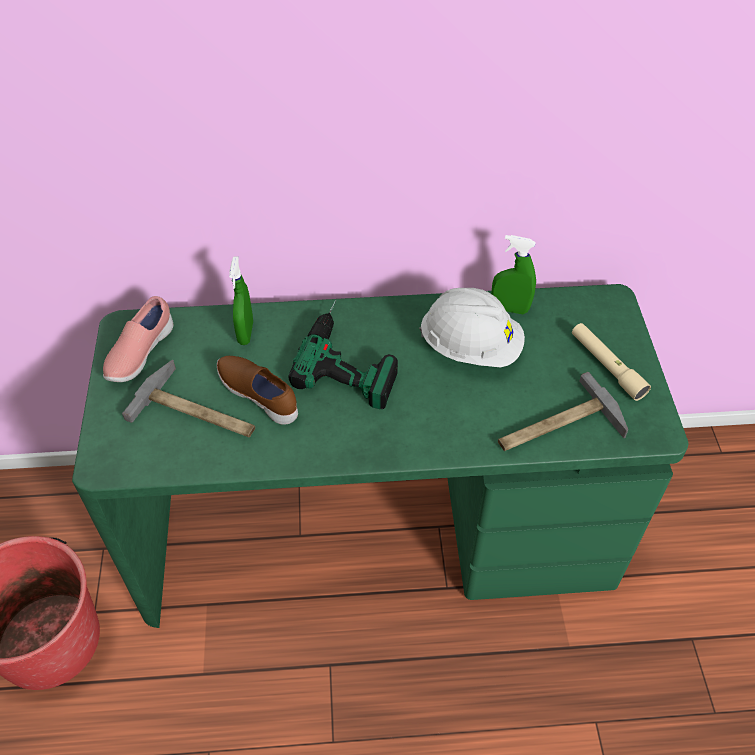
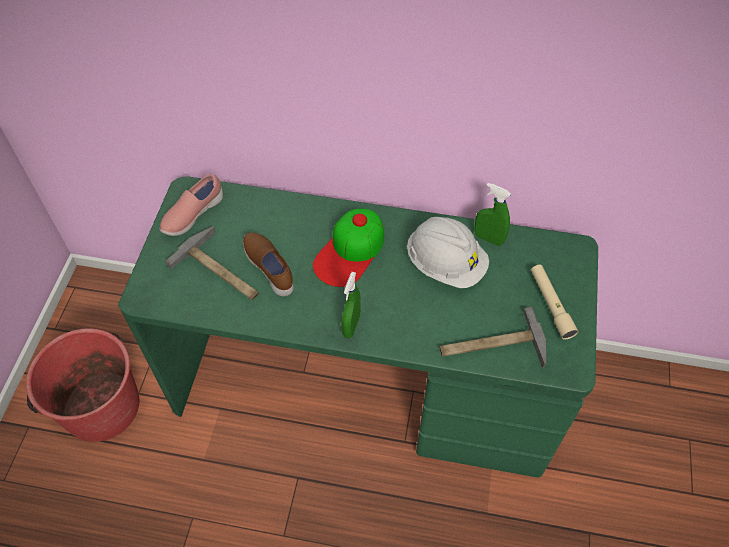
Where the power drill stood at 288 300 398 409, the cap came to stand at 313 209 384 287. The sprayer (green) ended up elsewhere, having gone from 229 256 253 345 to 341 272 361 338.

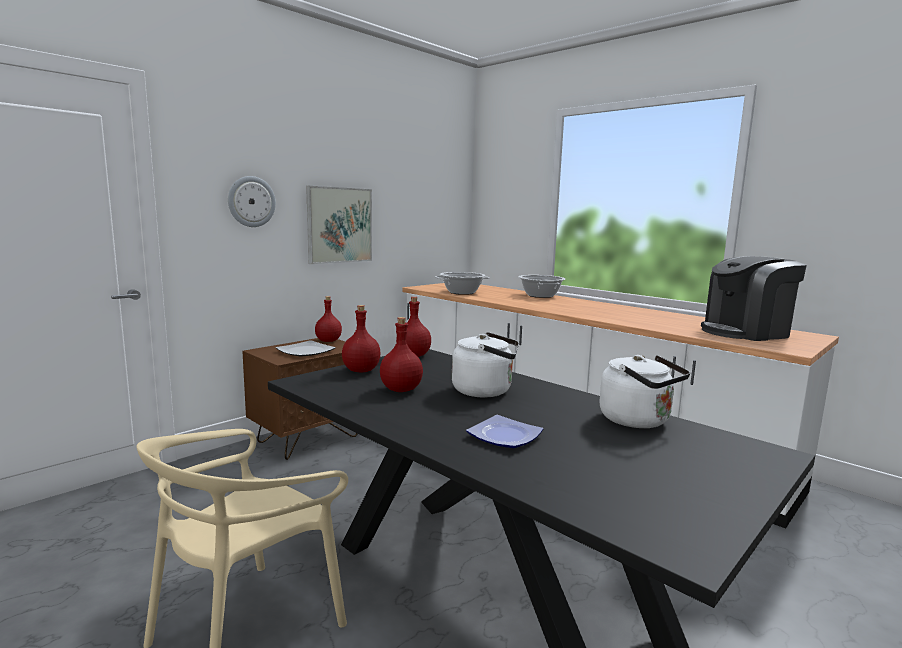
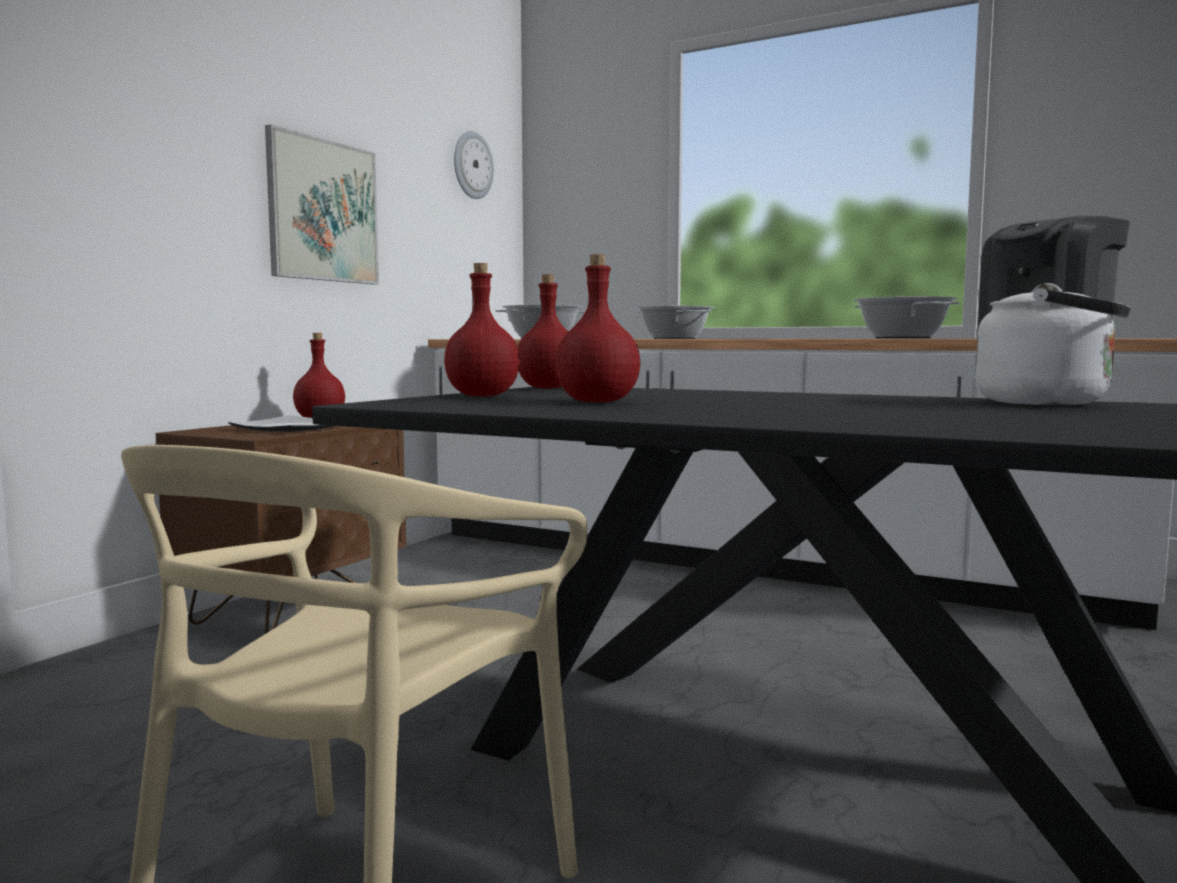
The hanging clock ended up elsewhere, having gone from 228 176 276 227 to 454 131 494 199. The second view gained the cooking pot at 853 296 960 338. The second view lost the kettle (white) at 452 332 519 398. The second view lost the plate at 466 415 544 448.

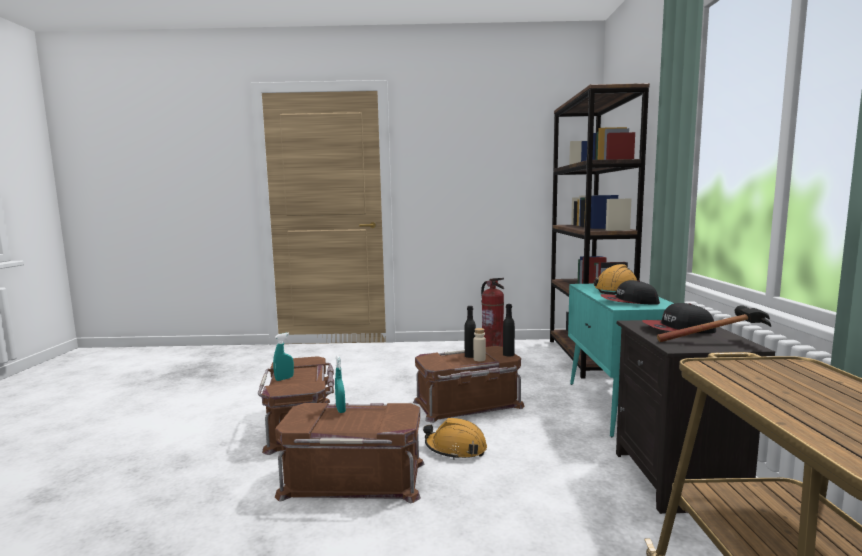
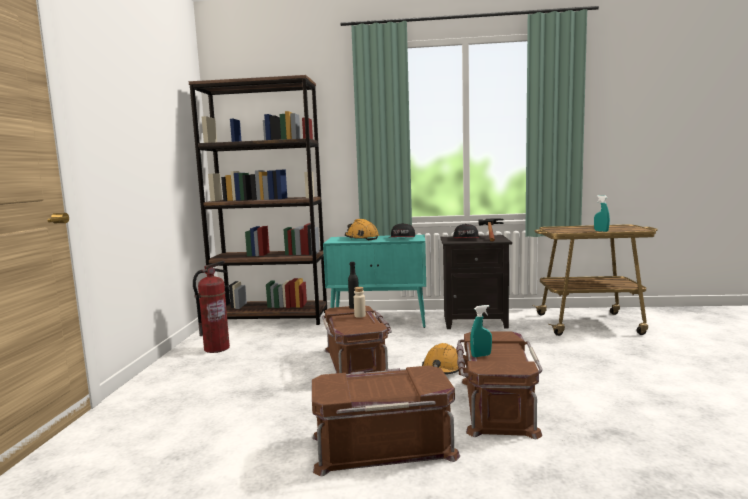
The sprayer (turquoise-coloured) ended up elsewhere, having gone from 273 332 294 381 to 594 195 610 232. The second view lost the bottle (black) at 464 306 476 358.

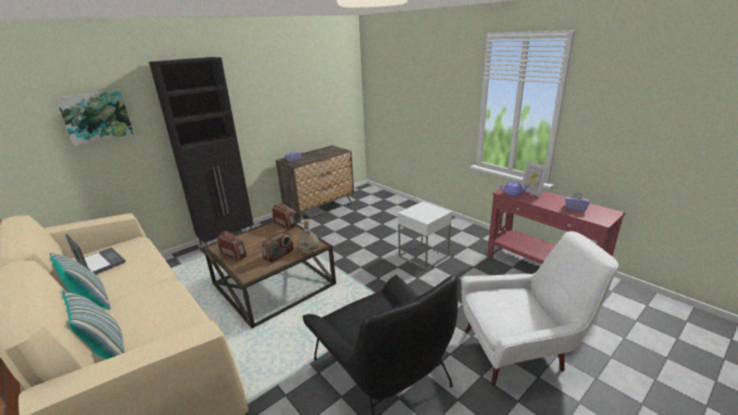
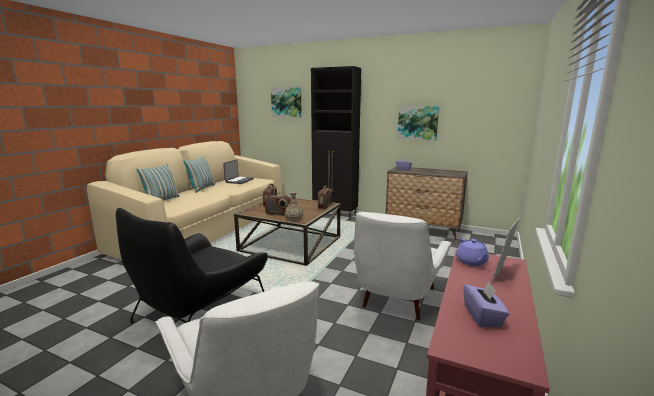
Where the side table (white) stood at 398 201 452 270, the armchair (white) came to stand at 354 212 452 320. The second view gained the picture at 398 106 439 141.

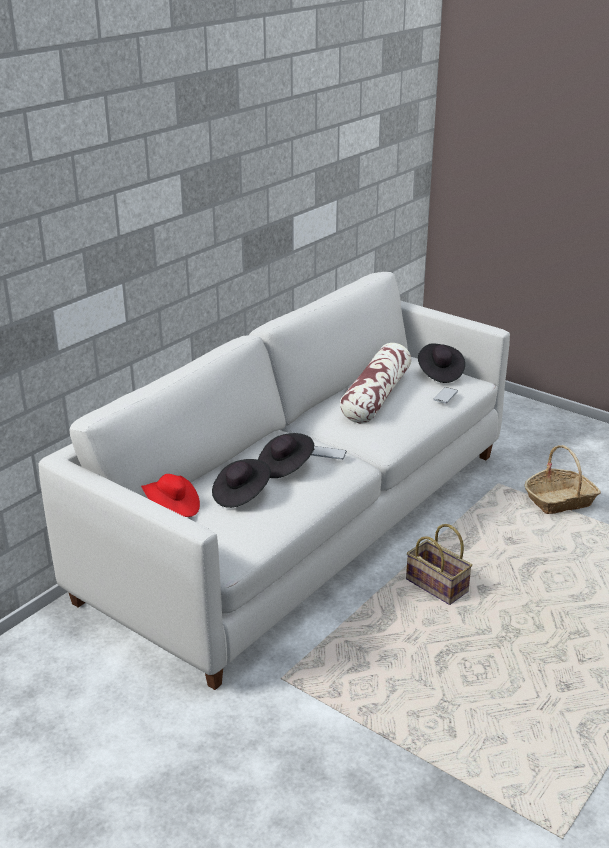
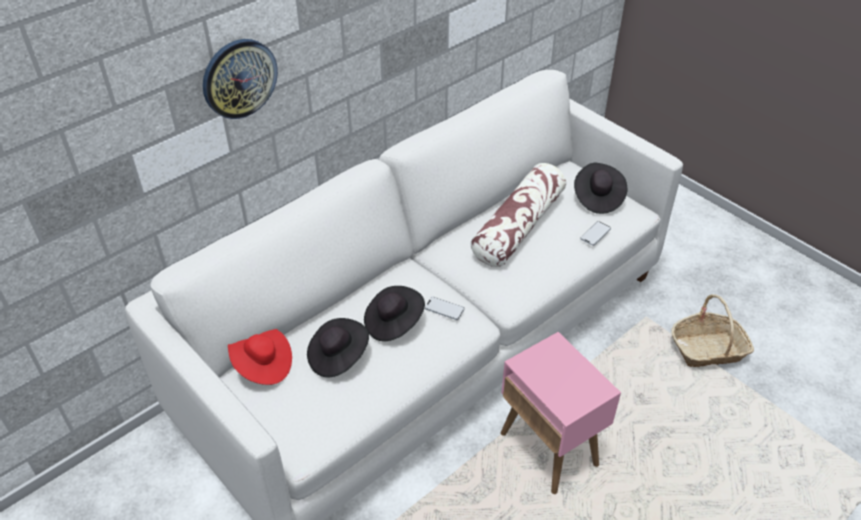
The second view gained the hanging clock at 203 39 278 119. Where the storage basket stood at 406 524 472 605, the side table (pinkish) came to stand at 500 332 621 494.

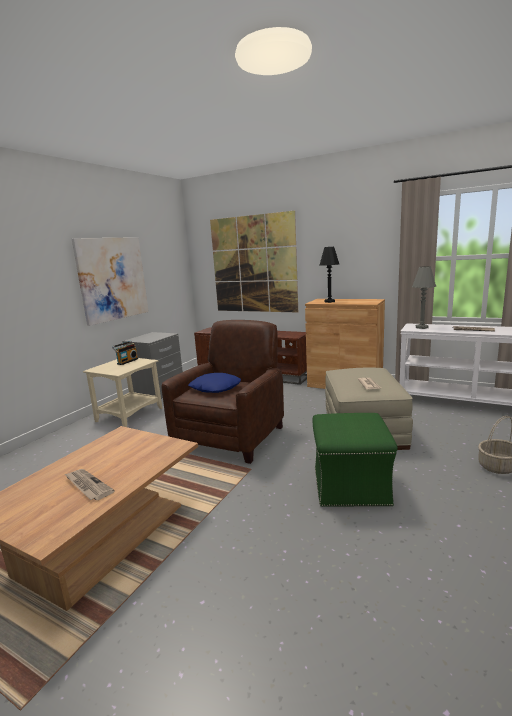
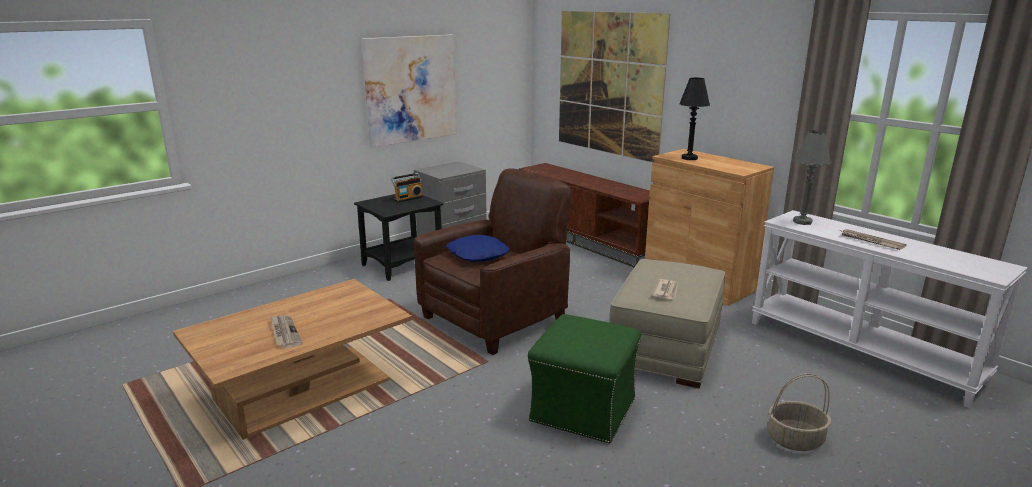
What was the side table (sand-coloured) at 83 358 162 427 turned into the side table (black) at 354 194 444 281.

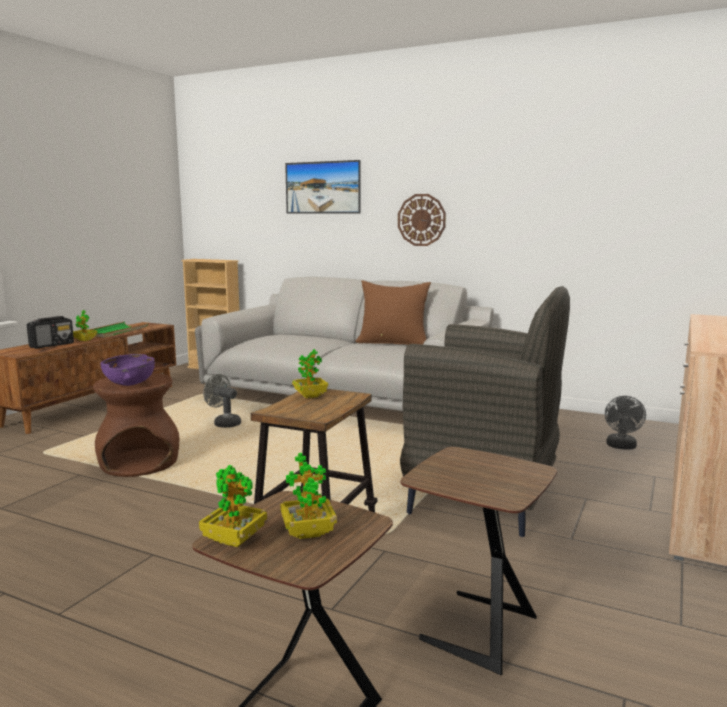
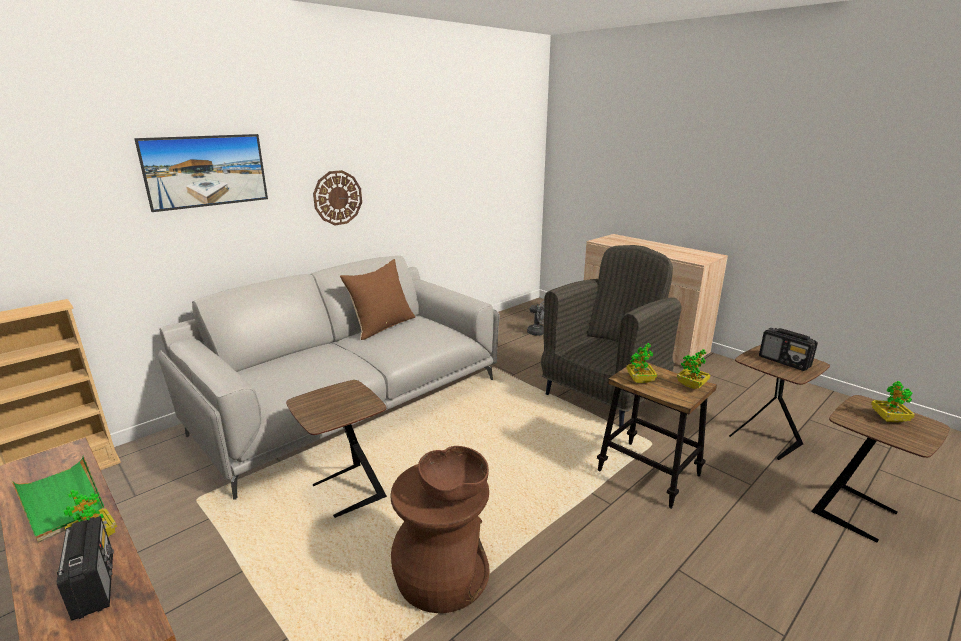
Where the electric fan (greyish) stood at 203 374 241 428, the side table (brown-coloured) came to stand at 286 380 387 518. What was the deep dish (purplish) at 100 354 155 386 turned into the deep dish (brown-coloured) at 418 446 489 502. The houseplant ended up elsewhere, having gone from 199 465 267 547 to 677 349 710 389. The second view gained the radio at 759 328 818 371.

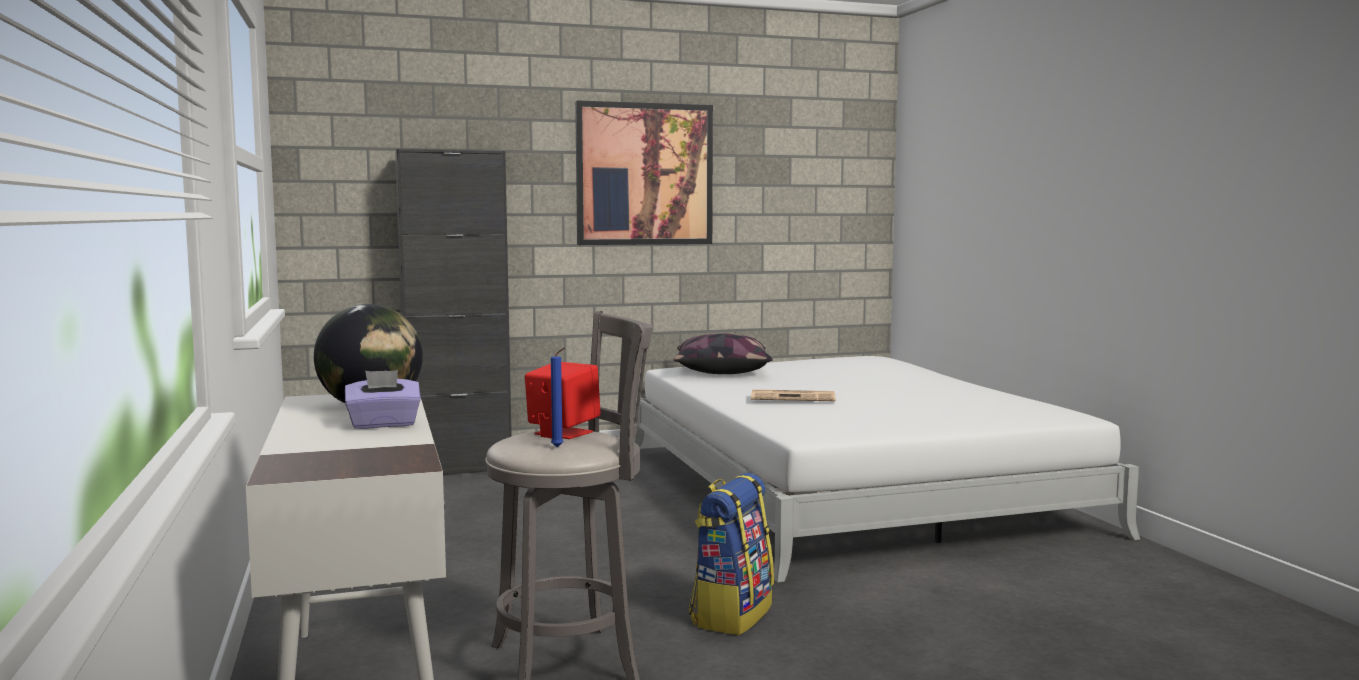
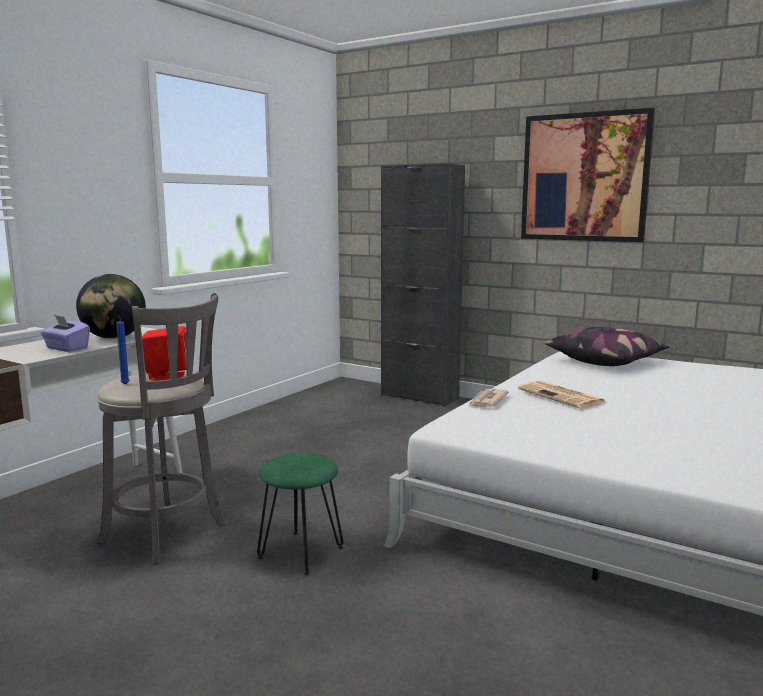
Where the rucksack stood at 689 473 774 635, the stool (green) came to stand at 257 453 344 575. The second view gained the printed paper at 468 389 509 408.

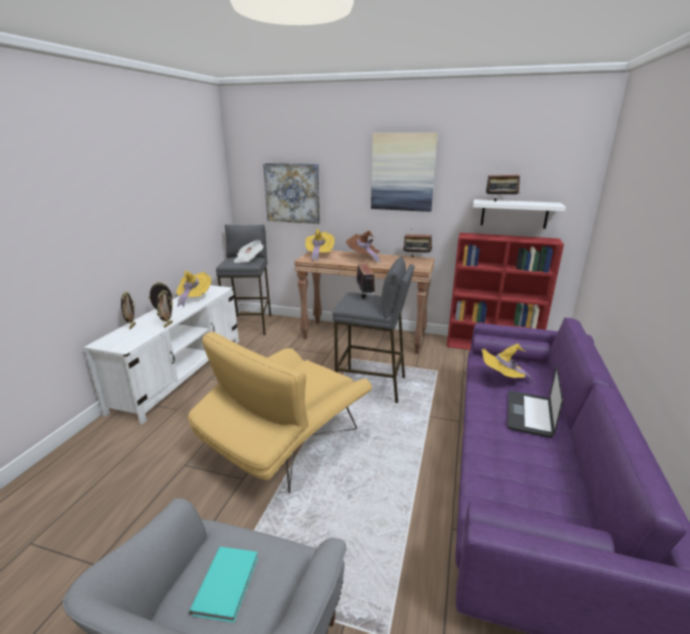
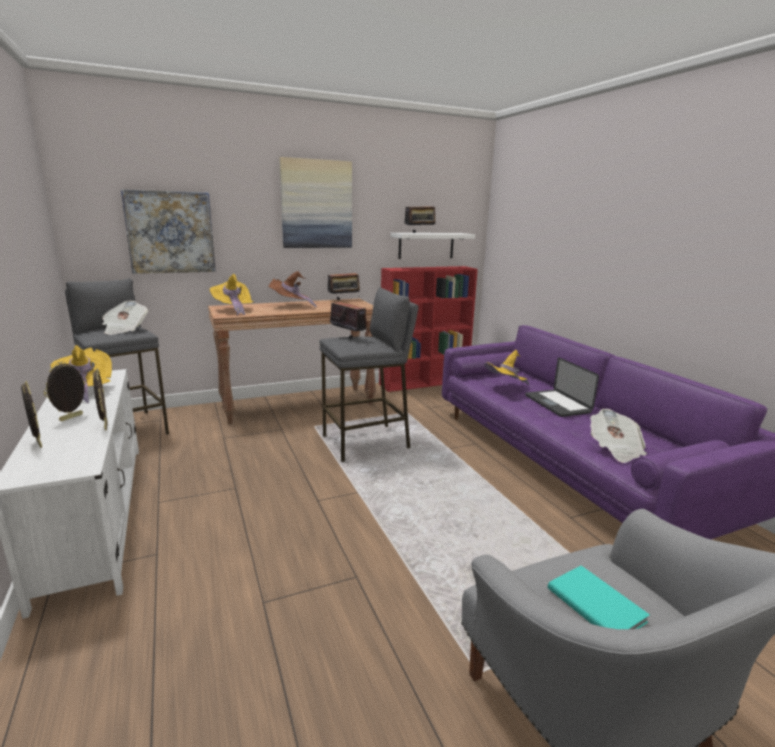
The second view gained the printed paper at 590 409 647 463. The second view lost the armchair (yellow-coloured) at 188 332 372 493.

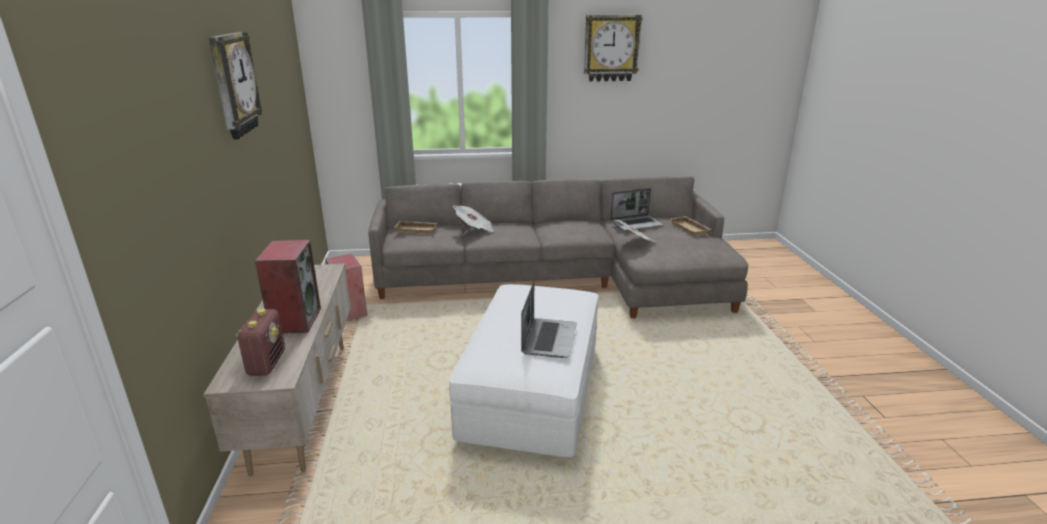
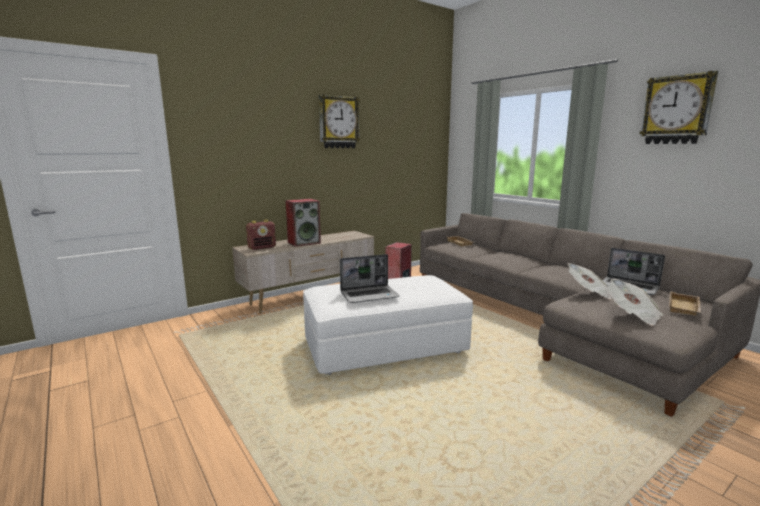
The printed paper ended up elsewhere, having gone from 453 205 494 232 to 607 279 664 325.

